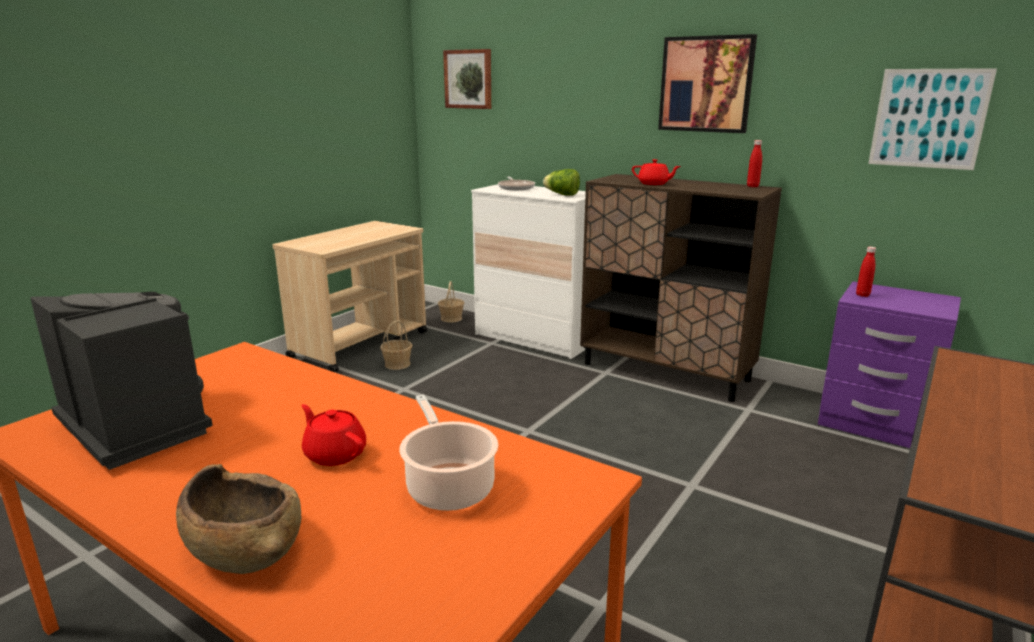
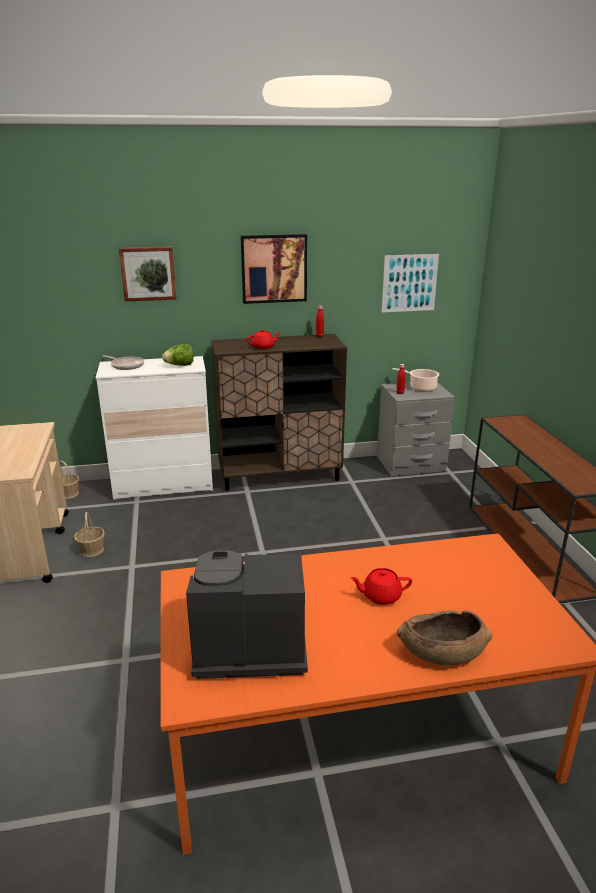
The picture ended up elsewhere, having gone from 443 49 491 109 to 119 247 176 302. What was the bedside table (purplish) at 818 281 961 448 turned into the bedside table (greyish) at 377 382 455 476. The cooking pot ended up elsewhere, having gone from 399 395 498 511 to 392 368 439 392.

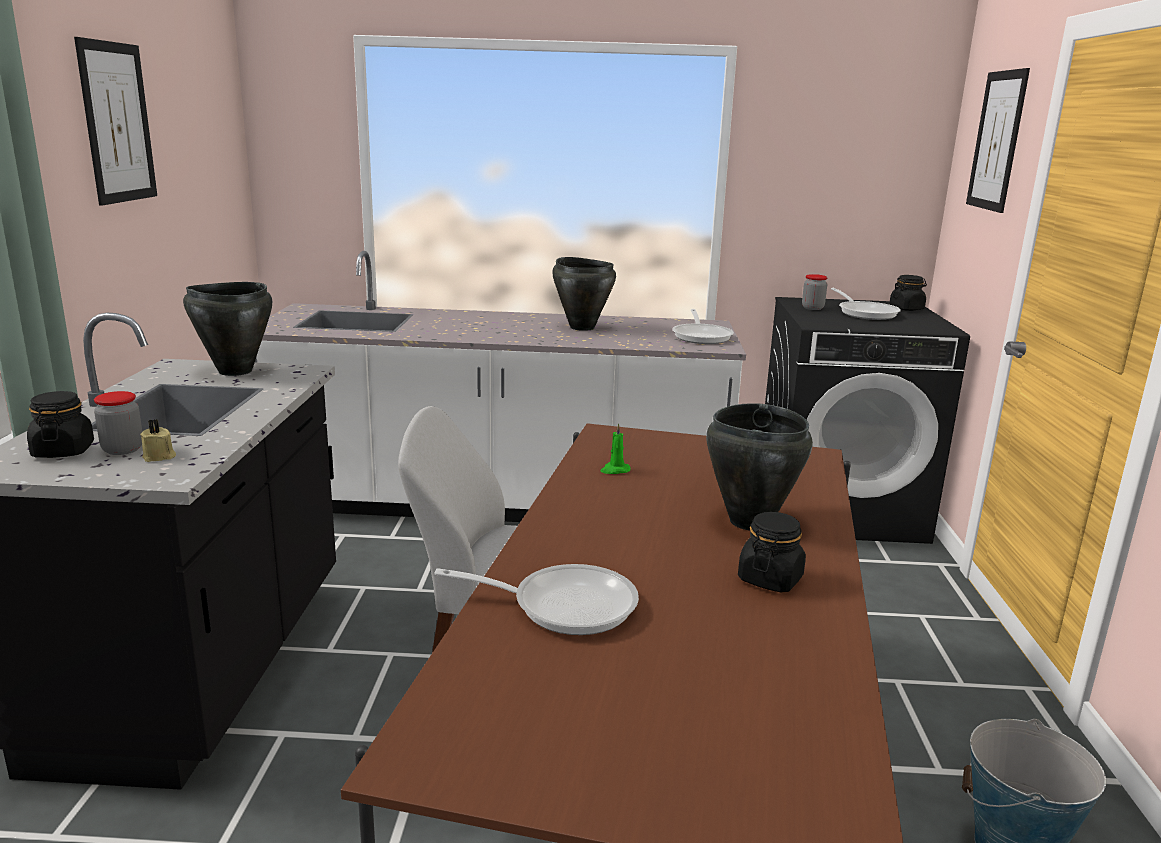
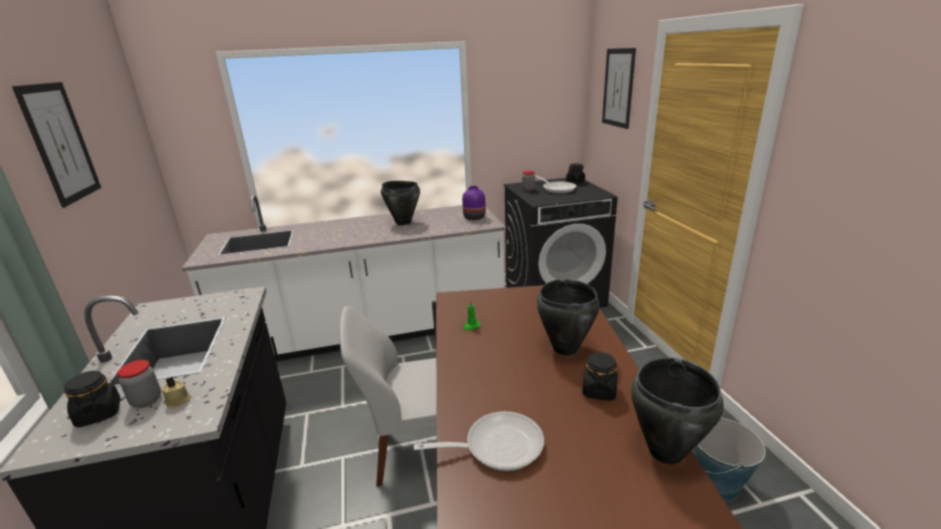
Where the frying pan stood at 673 309 734 344, the decorative vase (purplish) came to stand at 462 186 486 220. The cooking pot (black) ended up elsewhere, having gone from 183 282 272 376 to 631 358 724 464.

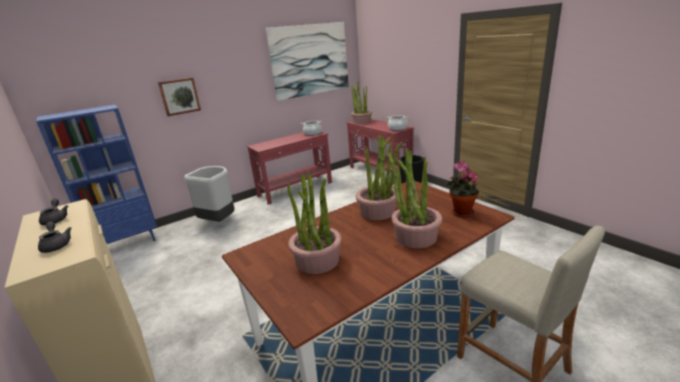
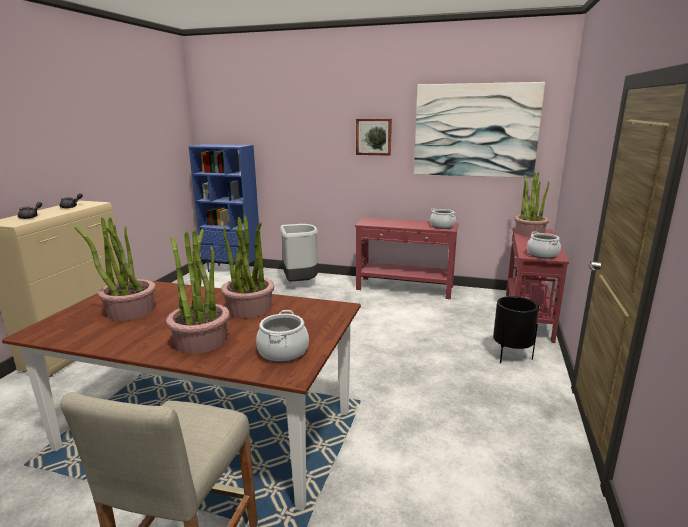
Where the houseplant stood at 446 161 479 218, the cooking pot came to stand at 256 310 309 362. The picture ended up elsewhere, having gone from 158 77 201 116 to 356 119 392 156.

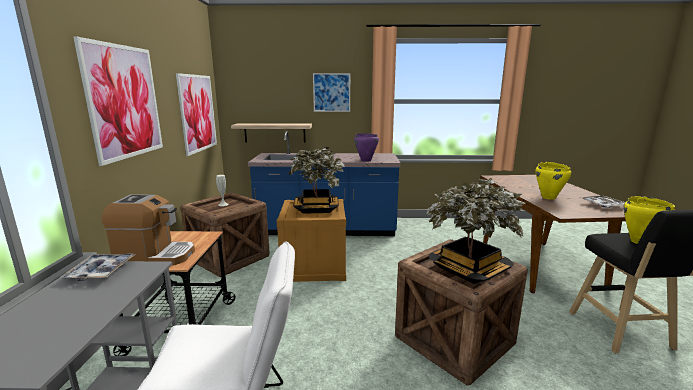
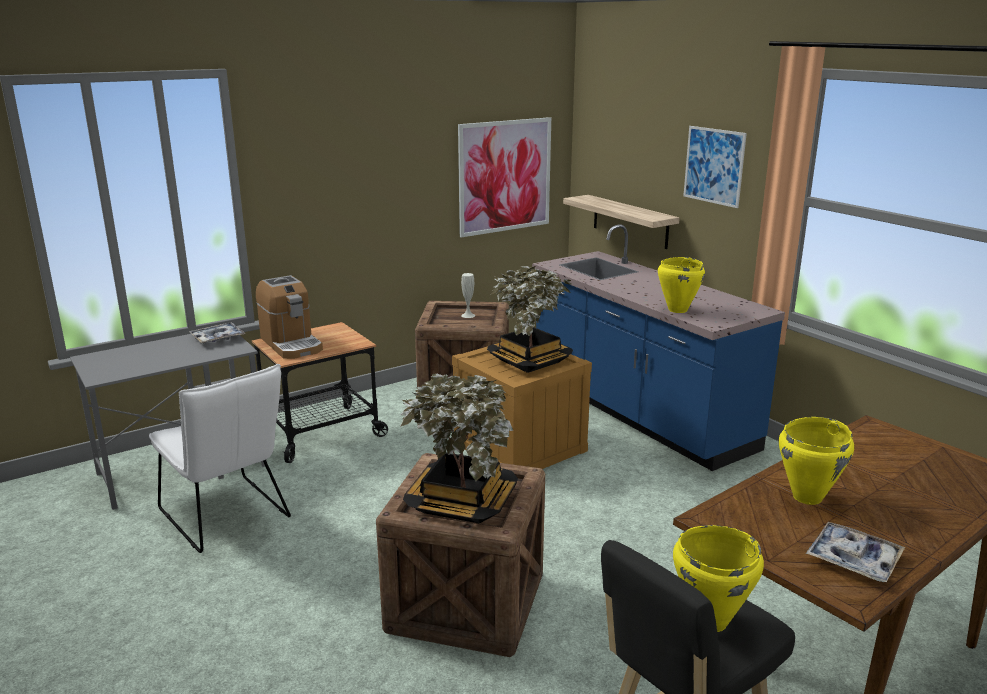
What was the cooking pot (purplish) at 354 133 379 162 turned into the cooking pot (yellow-coloured) at 658 257 705 313. The second view lost the picture at 73 36 163 166.

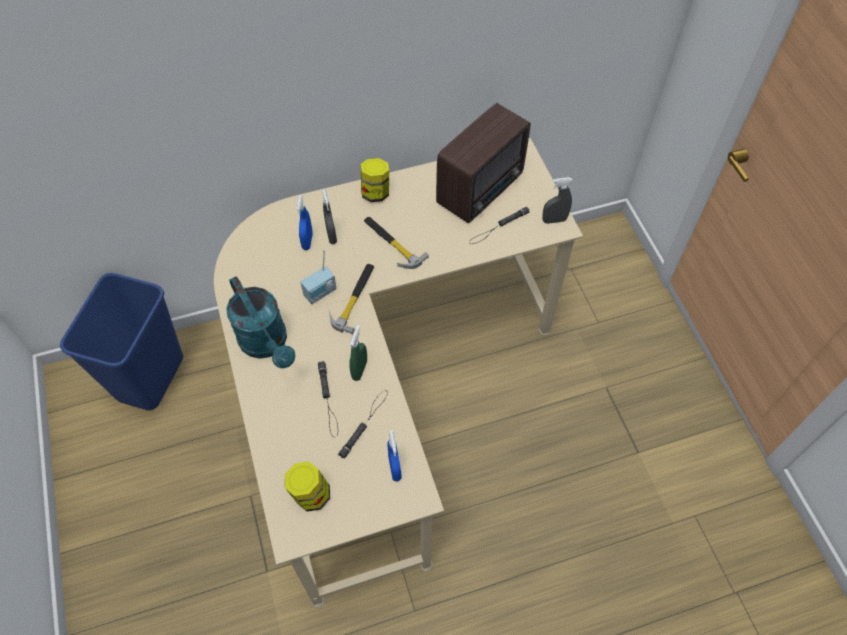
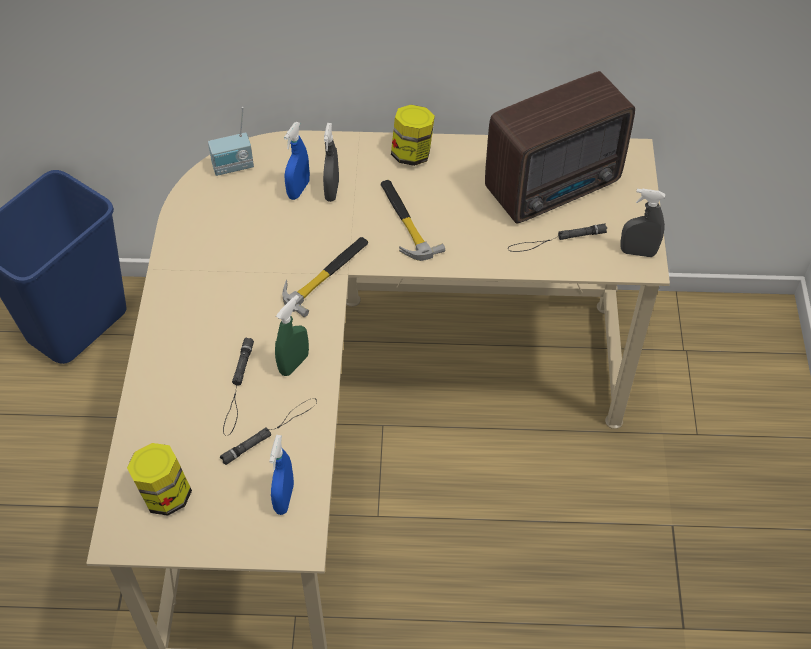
The radio ended up elsewhere, having gone from 300 250 337 304 to 208 107 254 176. The second view lost the sprinkling can (turquoise-coloured) at 226 276 295 368.

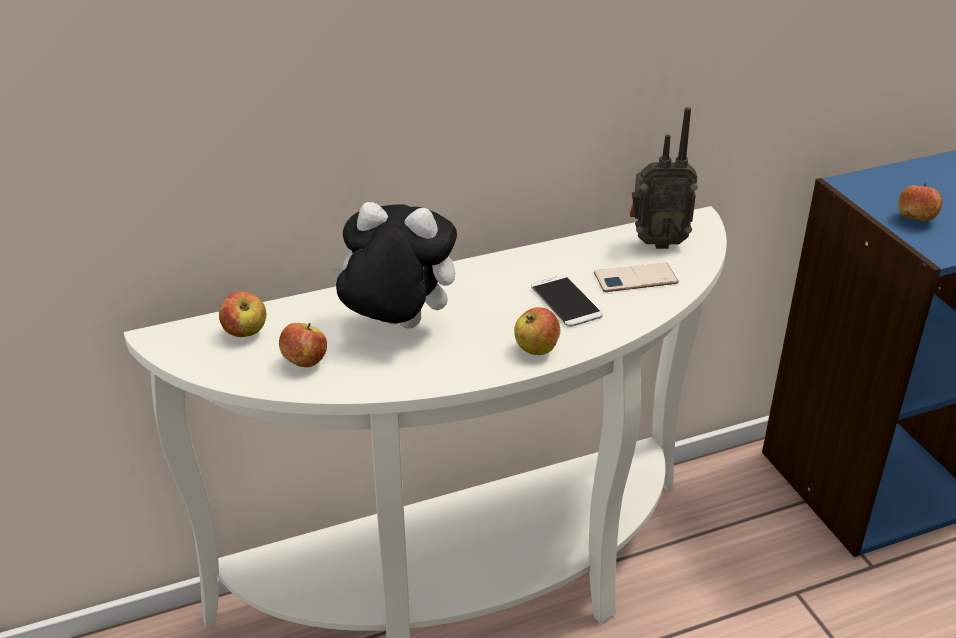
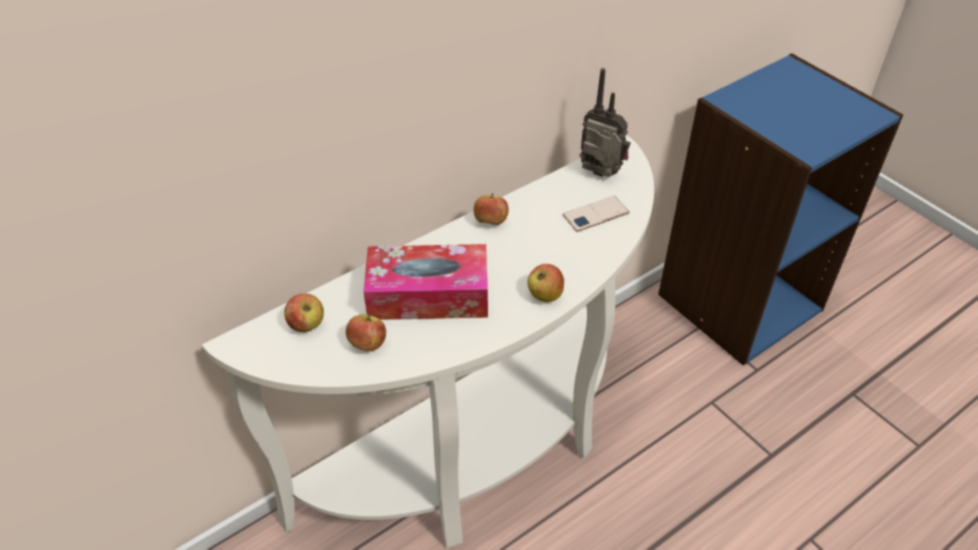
Where the soft toy stood at 331 202 457 329, the box of tissues came to stand at 363 244 488 320. The apple fruit ended up elsewhere, having gone from 898 183 942 221 to 474 193 509 225. The radio at 630 107 698 249 ended up facing another way, 135 degrees counterclockwise from before. The second view lost the phone at 531 275 603 327.

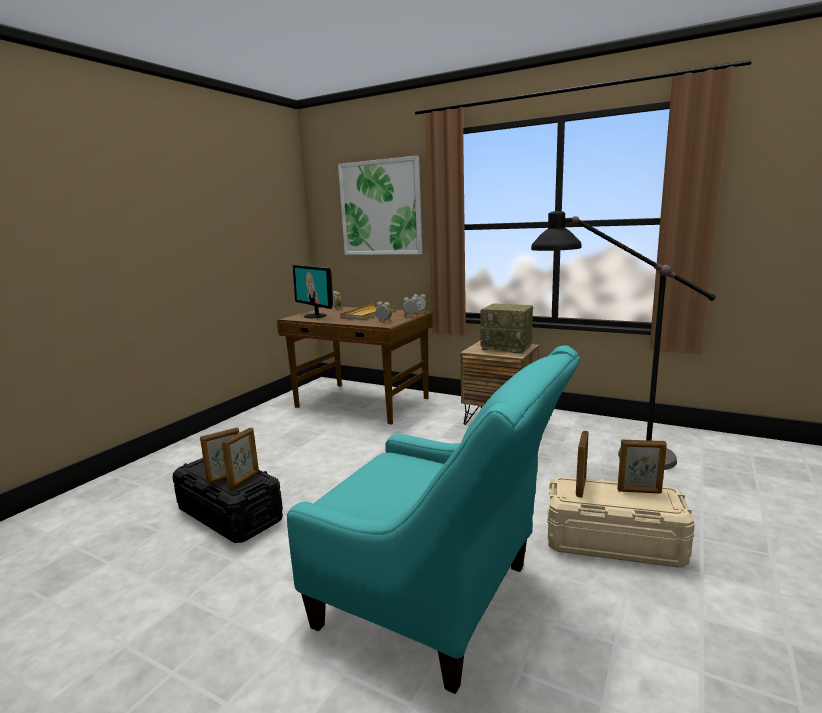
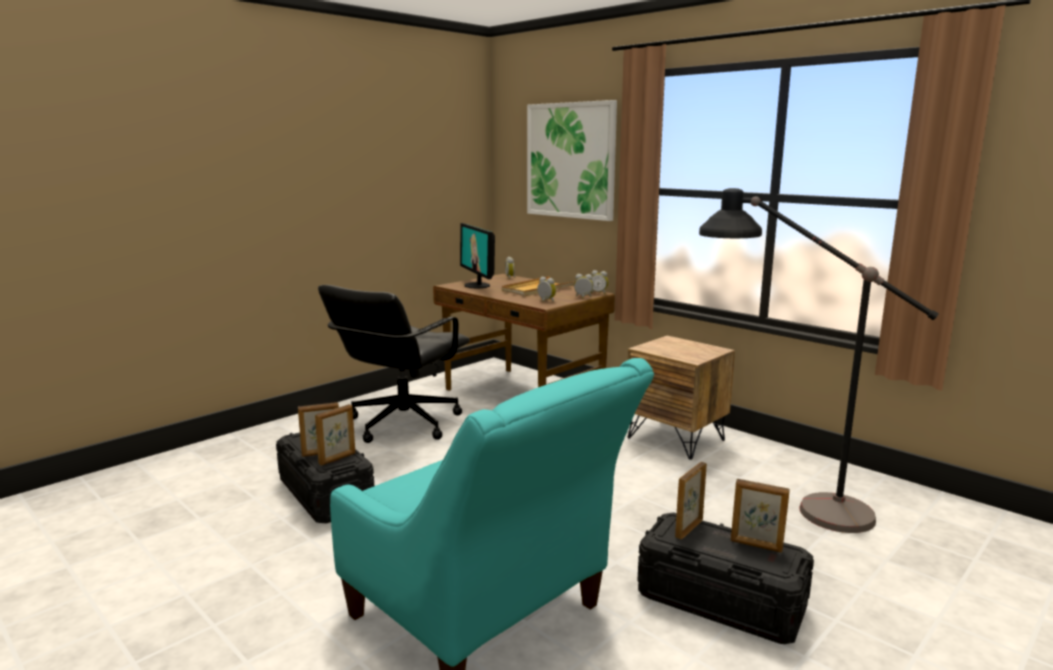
The second view gained the office chair (black) at 318 285 470 443. What was the storage bin (sand-coloured) at 547 476 695 567 turned into the storage bin (black) at 637 513 814 644. The second view lost the radio at 480 303 533 353.

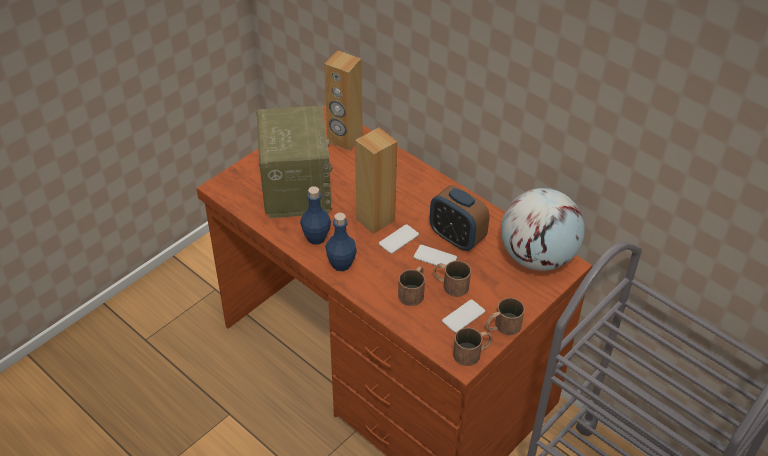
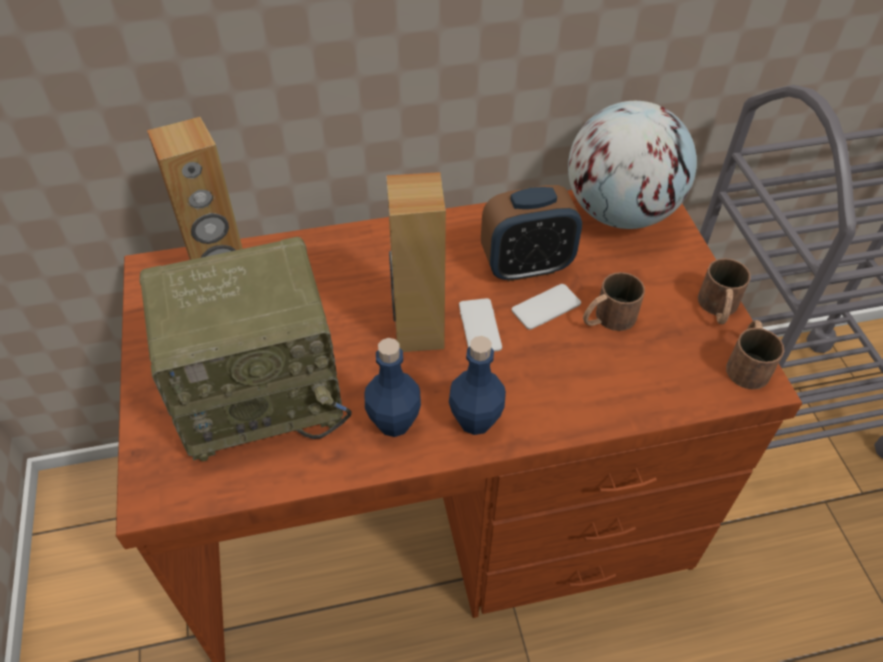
The radio at 256 106 332 219 ended up facing another way, 135 degrees clockwise from before. The second view lost the tea mug (brown-coloured) at 398 266 425 306. The second view lost the phone at 442 300 485 333.

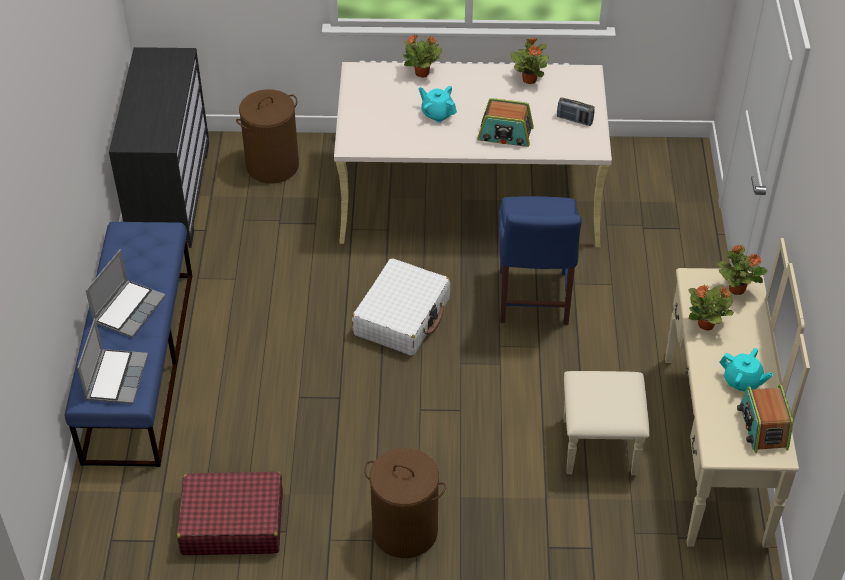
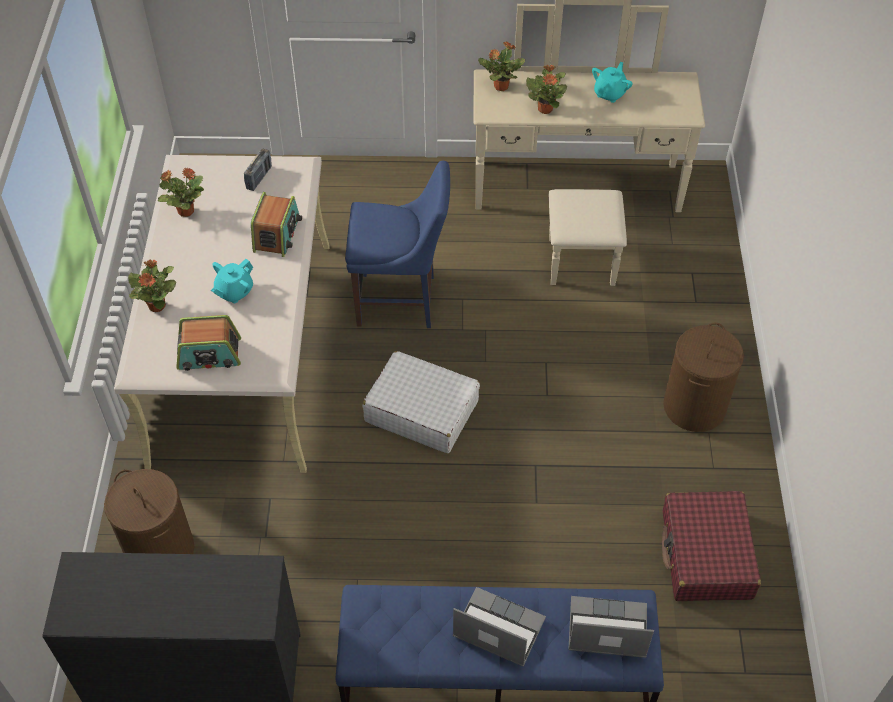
The radio ended up elsewhere, having gone from 737 384 793 453 to 176 315 241 371.

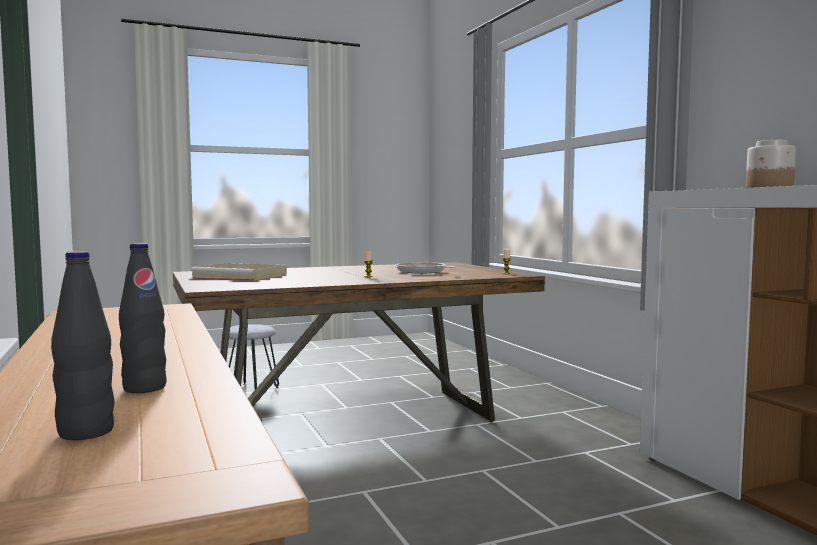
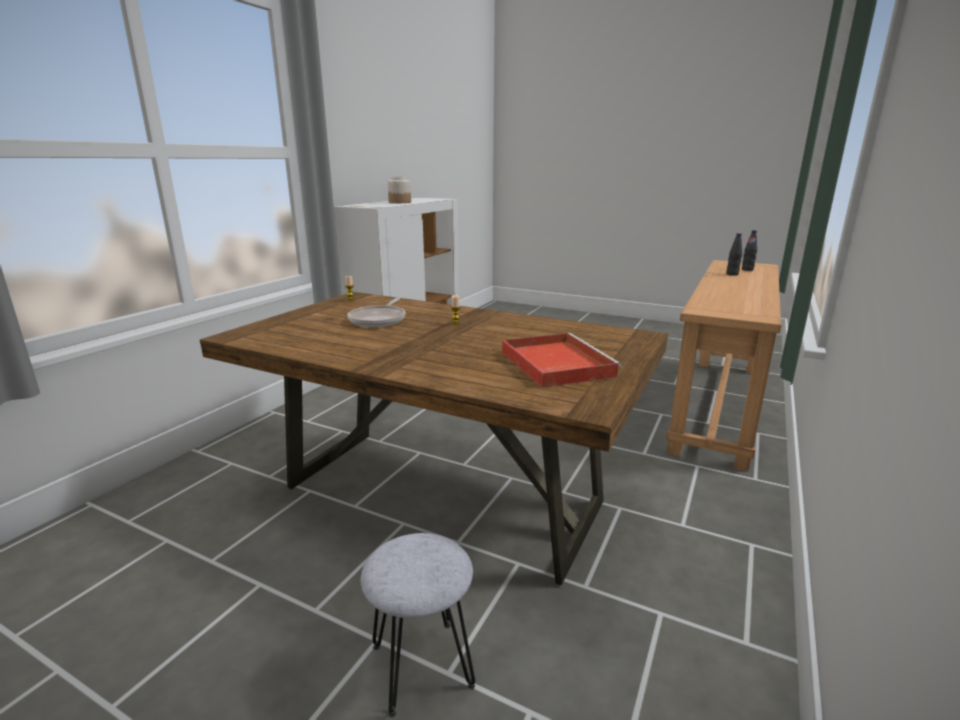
What was the tray (sand-coloured) at 191 263 287 280 turned into the tray (red) at 502 333 622 388.

